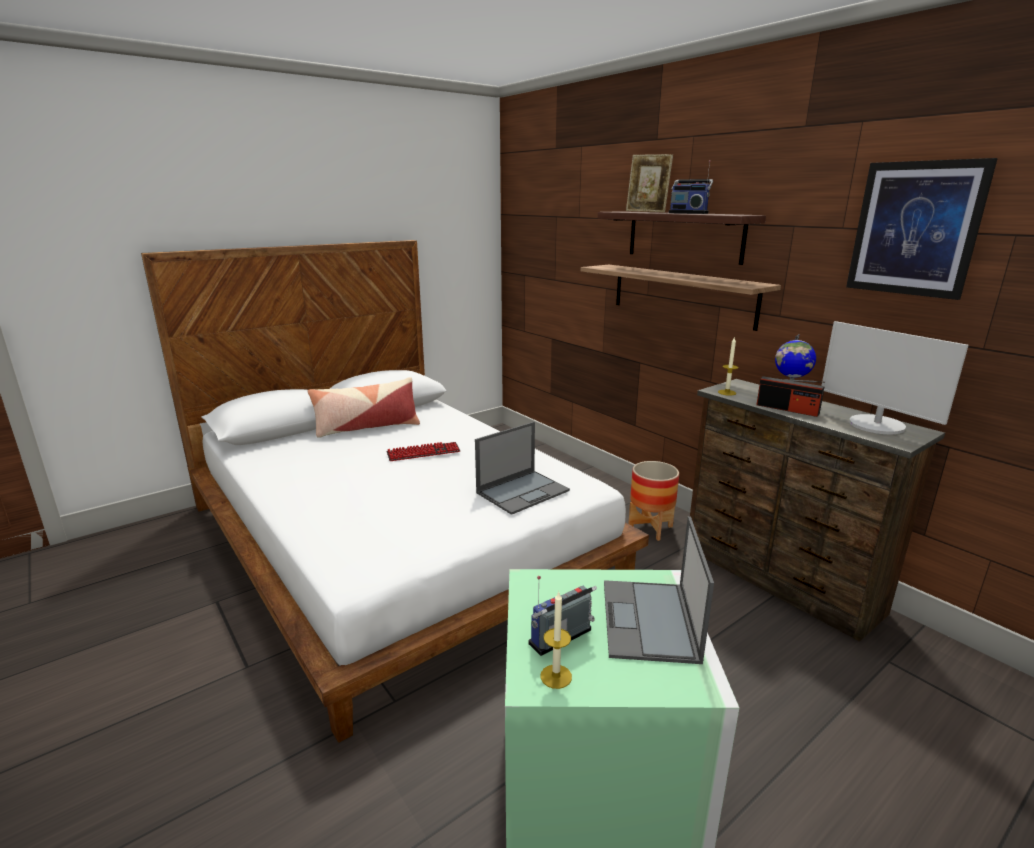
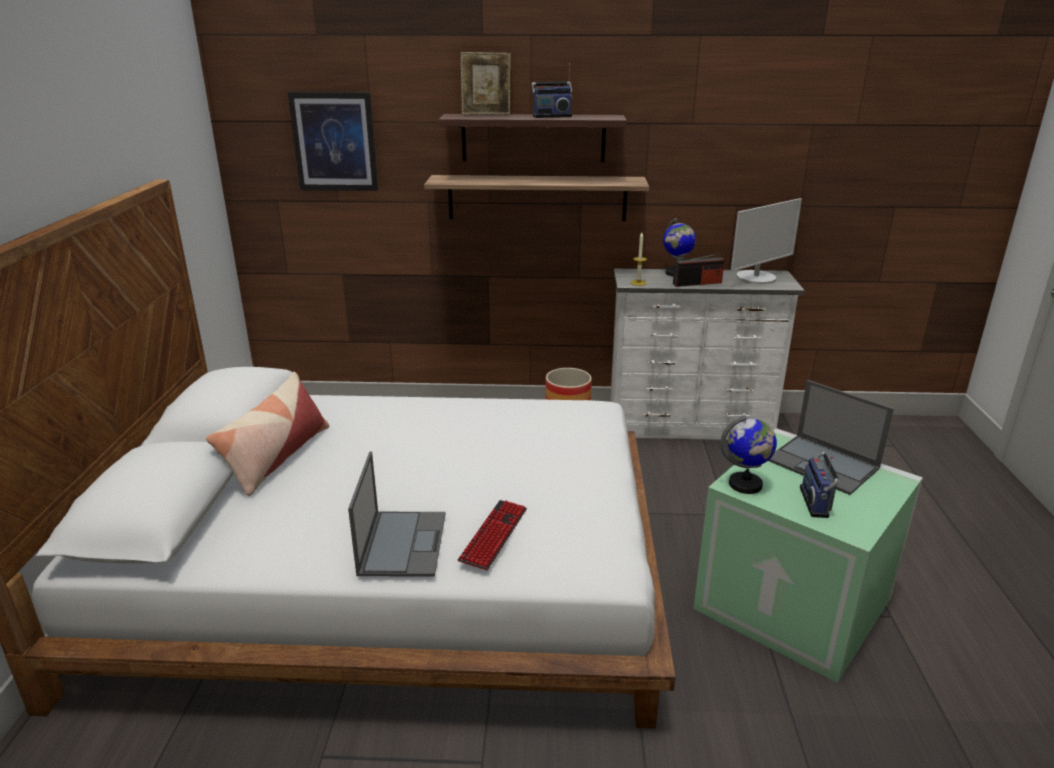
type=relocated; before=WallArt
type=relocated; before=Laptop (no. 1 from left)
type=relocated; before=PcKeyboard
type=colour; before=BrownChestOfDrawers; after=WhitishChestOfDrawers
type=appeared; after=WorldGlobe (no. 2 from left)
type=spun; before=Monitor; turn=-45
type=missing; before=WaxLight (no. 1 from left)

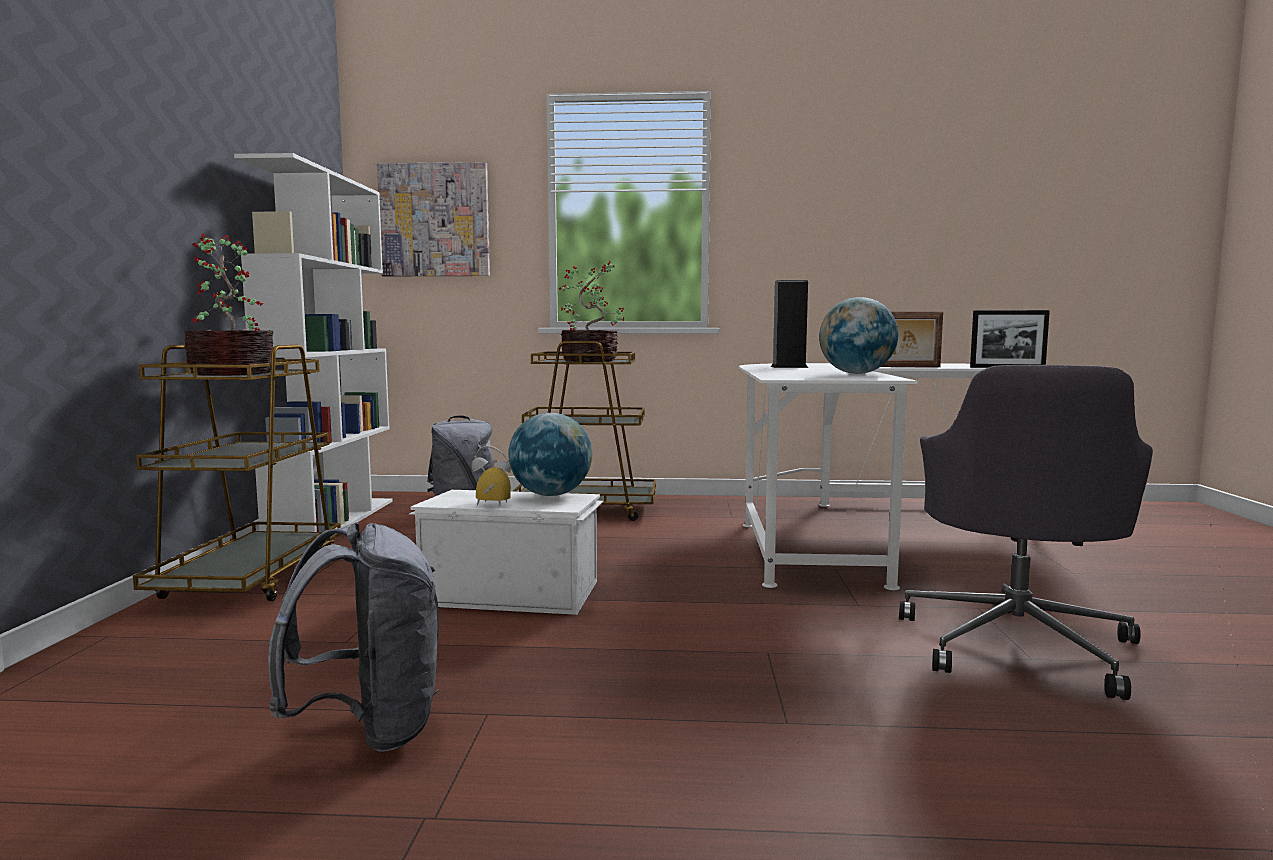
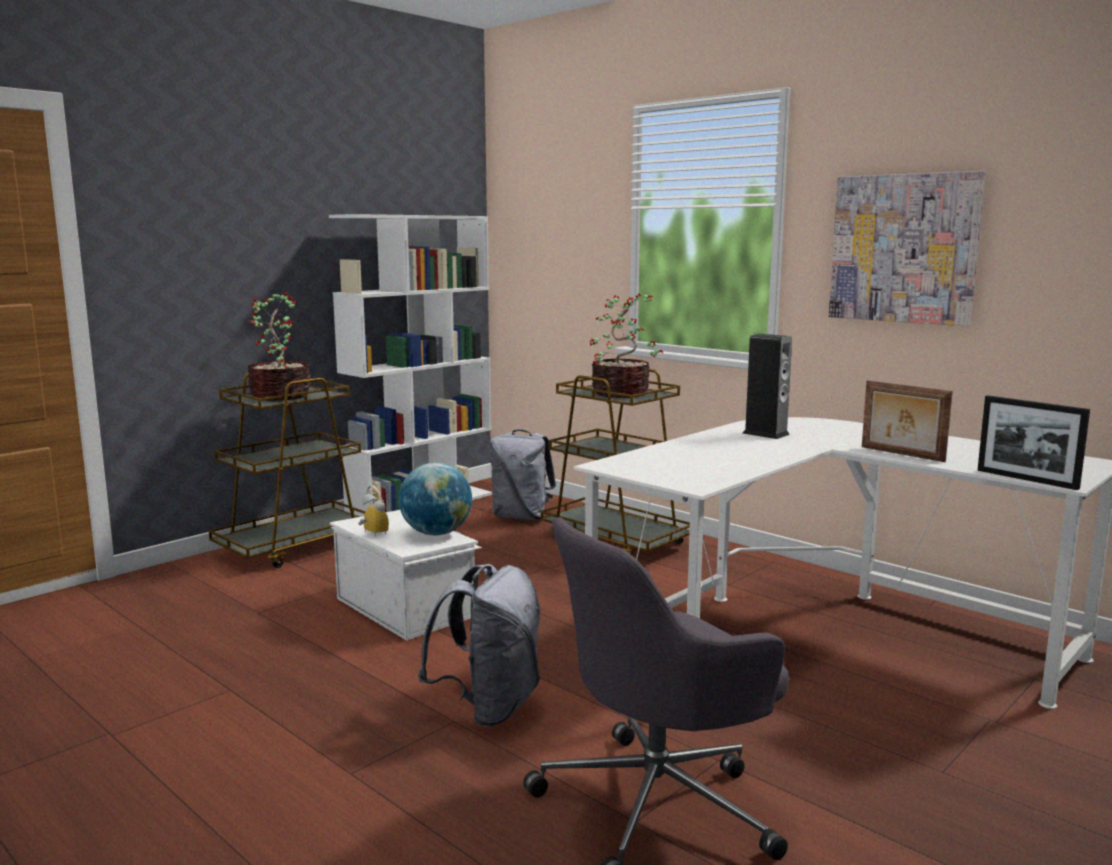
type=relocated; before=GreyKnapsack (no. 1 from left)
type=relocated; before=WallArt
type=missing; before=WorldGlobe (no. 2 from left)

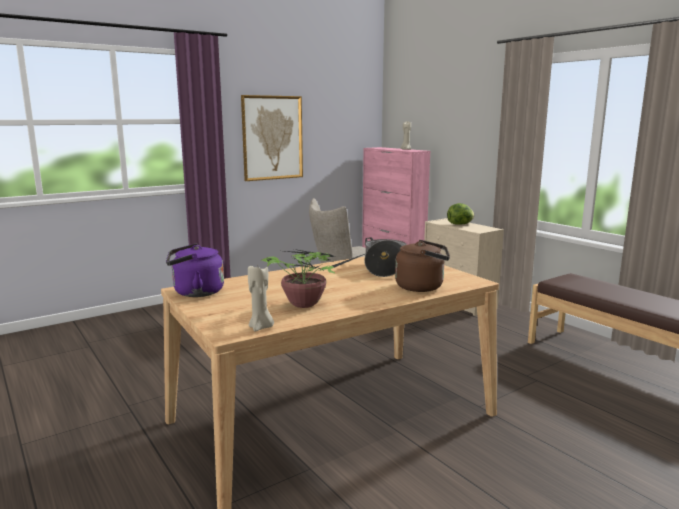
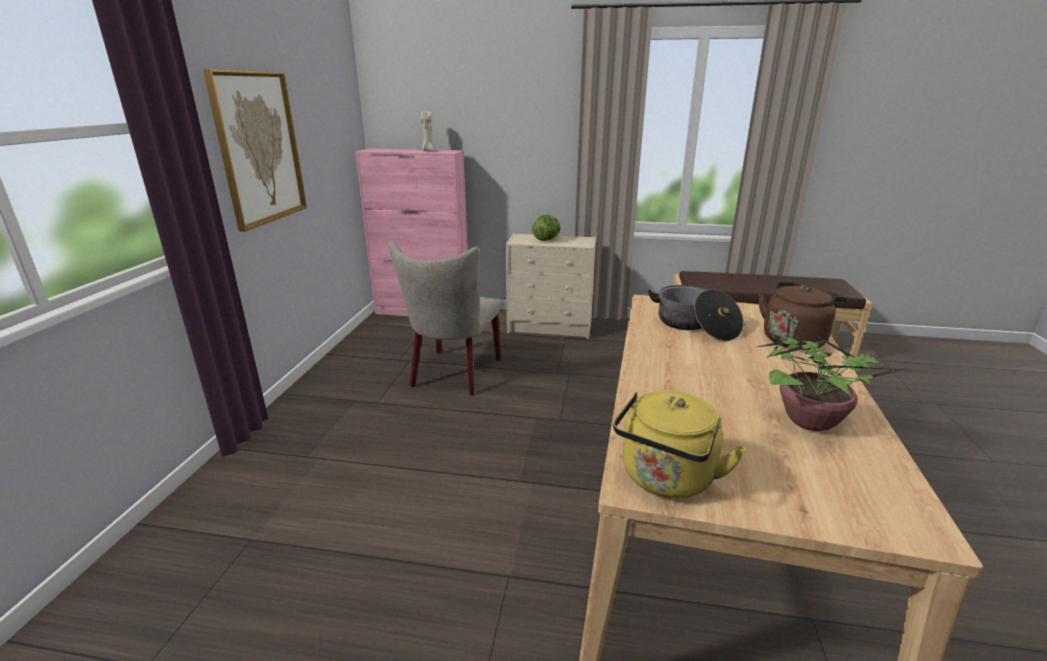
type=colour; before=PurpleKettle; after=YellowKettle
type=missing; before=BeigeColouredWaxLight (no. 1 from left)

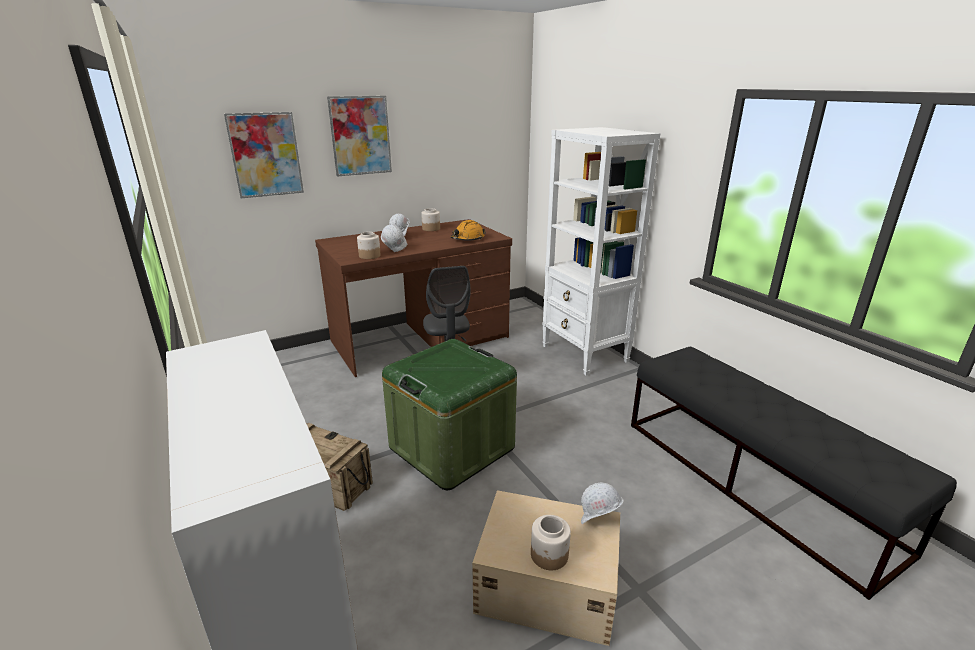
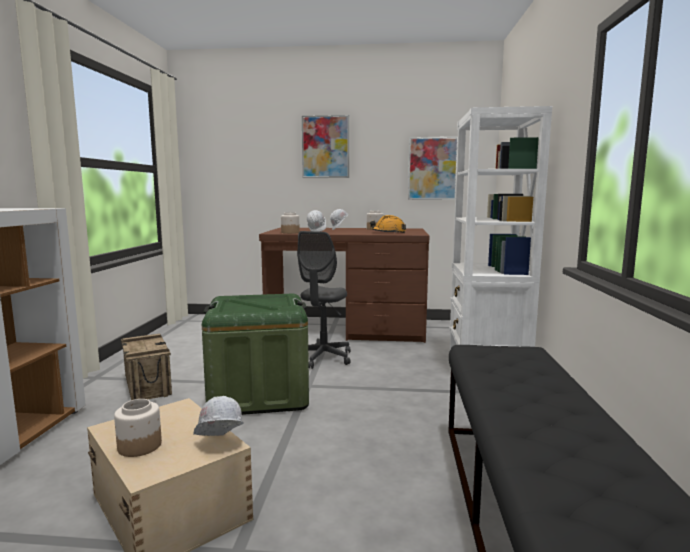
type=relocated; before=WallArt (no. 1 from left in the first image); after=WallArt (no. 2 from left)

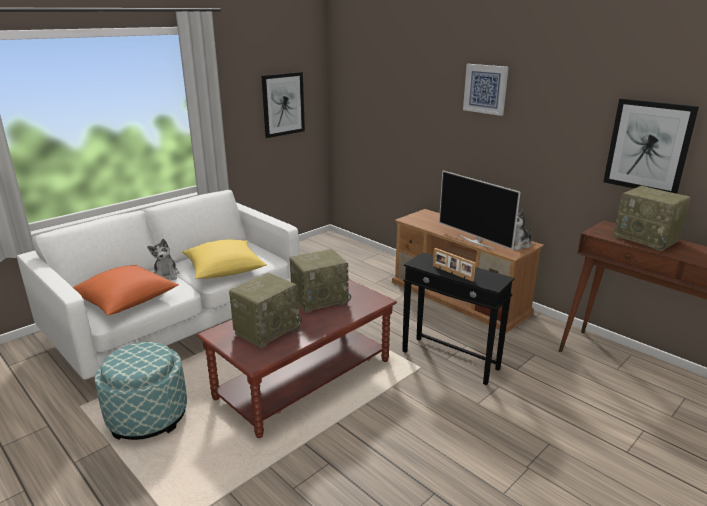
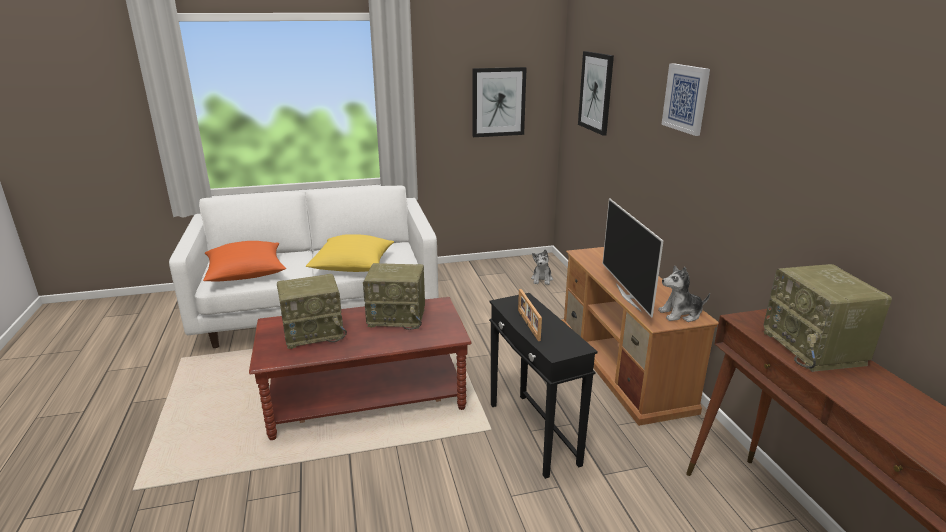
type=relocated; before=PlushToy (no. 1 from left)
type=relocated; before=WallArt (no. 3 from left in the first image); after=WallArt (no. 2 from left)
type=missing; before=Footrest

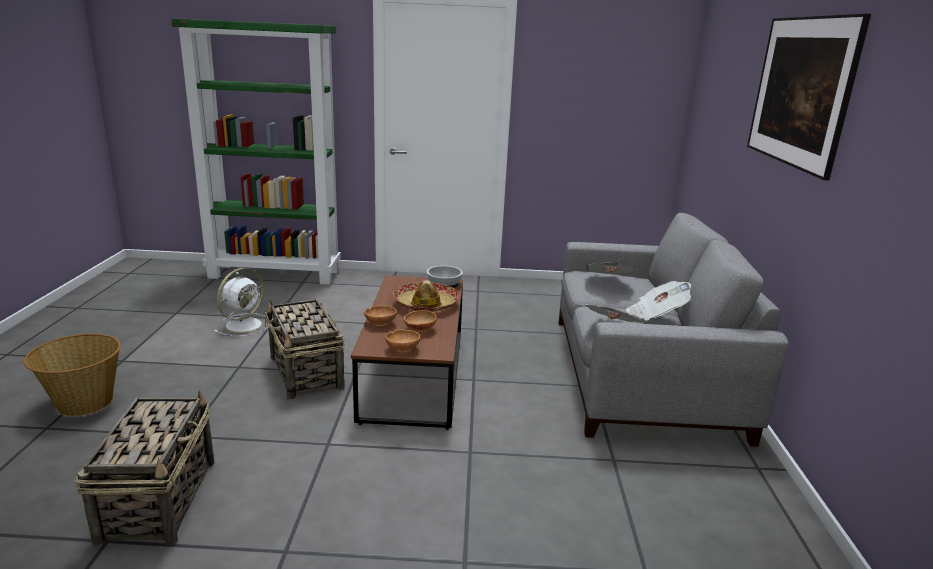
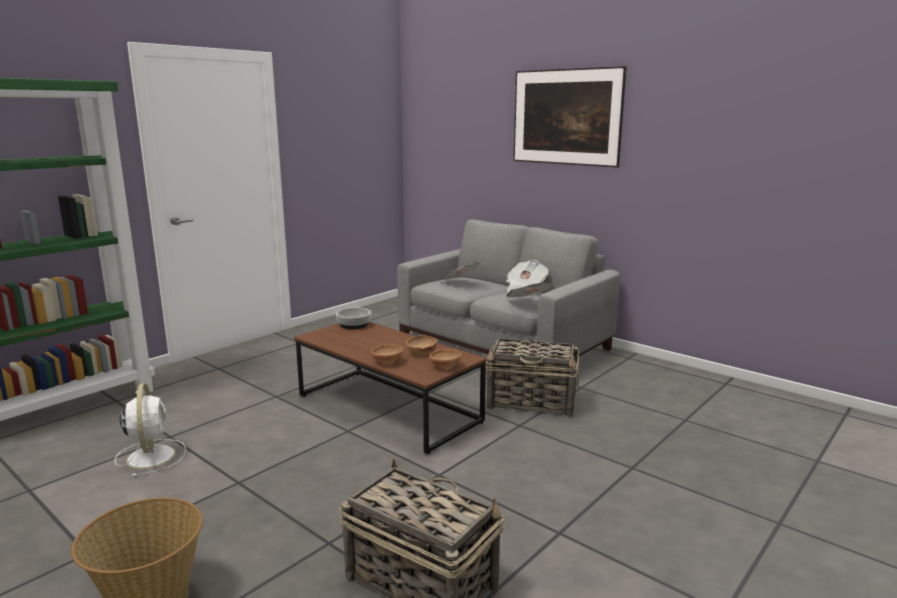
type=relocated; before=HouseholdBasket (no. 3 from left)
type=missing; before=ClothingHat

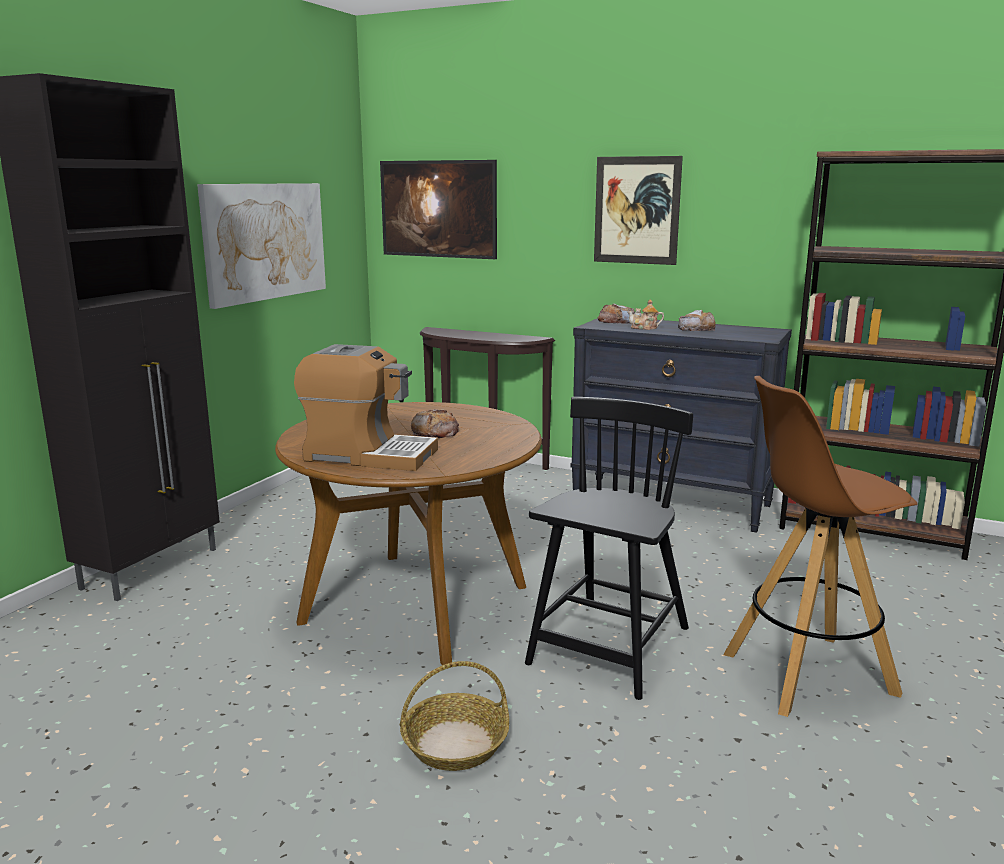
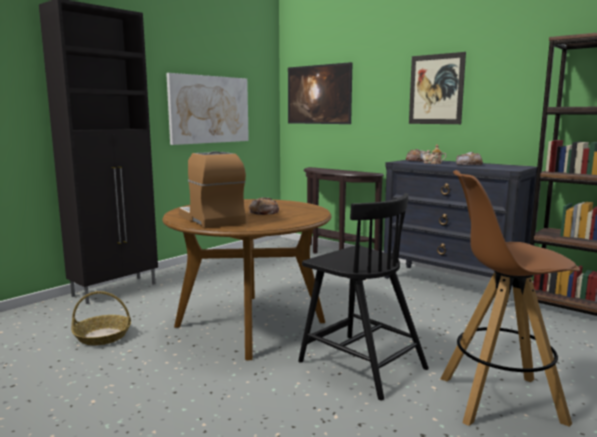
type=relocated; before=HouseholdBasket
type=spun; before=CoffeeMachine; turn=-150
type=spun; before=BlackishPlainChair; turn=90

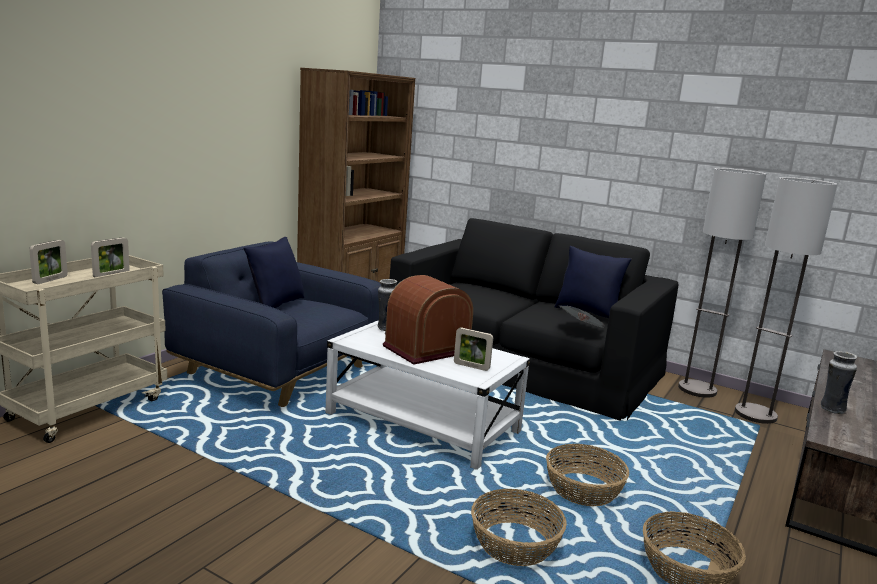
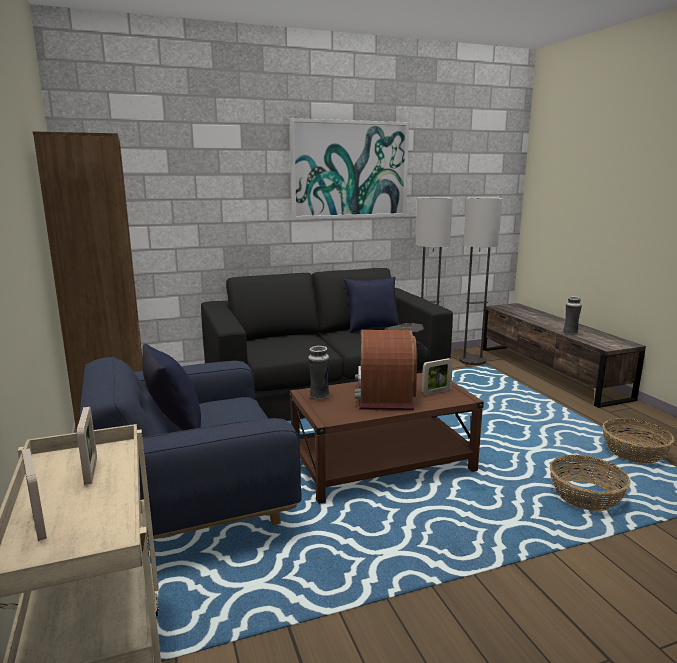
type=colour; before=WhitishCoffeeTable; after=BrownCoffeeTable
type=appeared; after=WallArt
type=missing; before=HouseholdBasket (no. 2 from left)

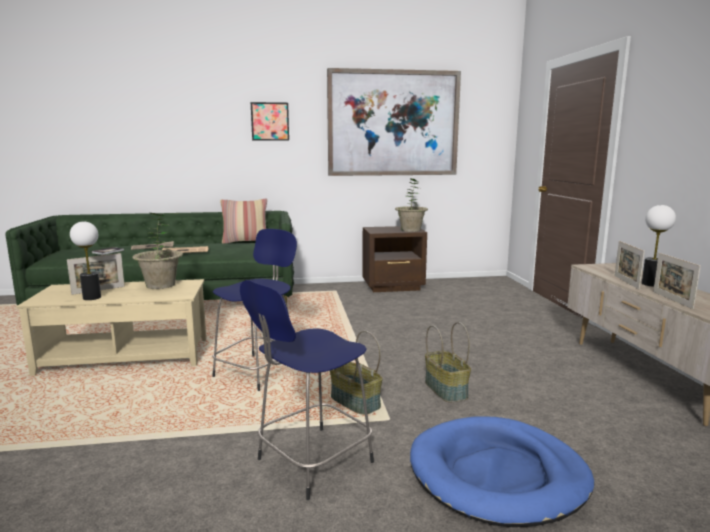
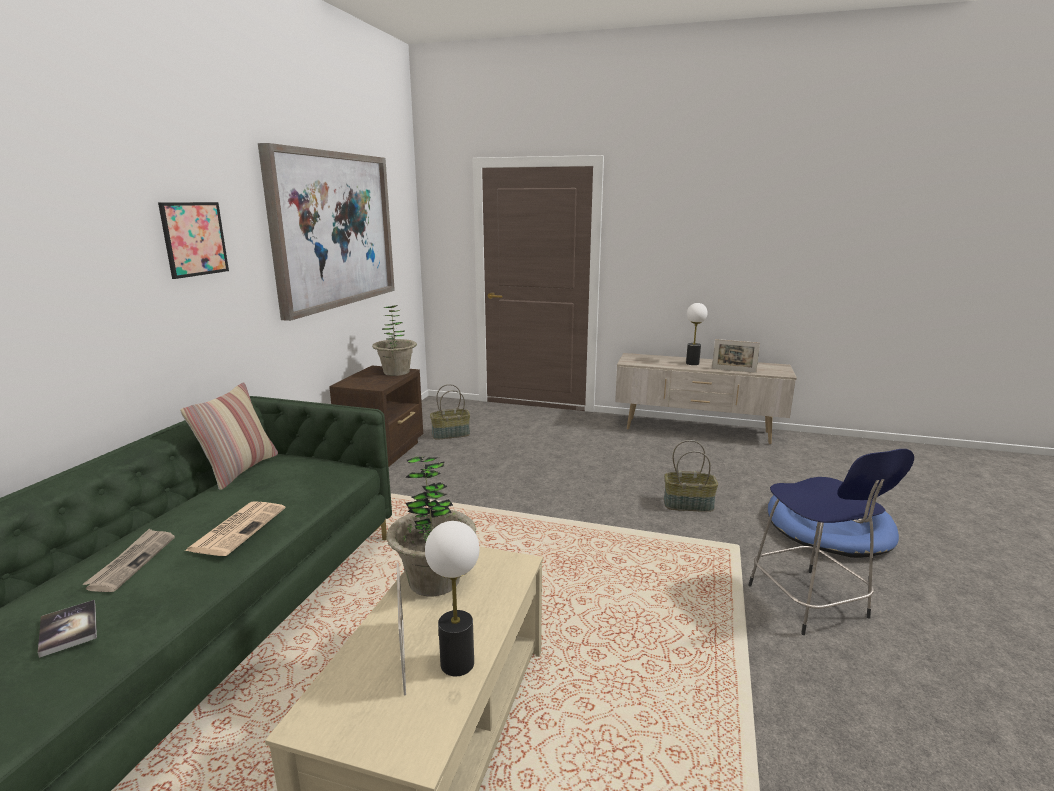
type=relocated; before=HouseholdBasket (no. 1 from left)
type=missing; before=BlueStoolSeat (no. 1 from left)
type=missing; before=PhotoFrame (no. 2 from left)

